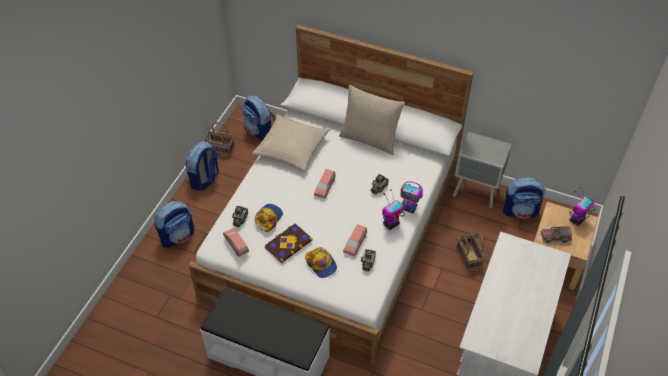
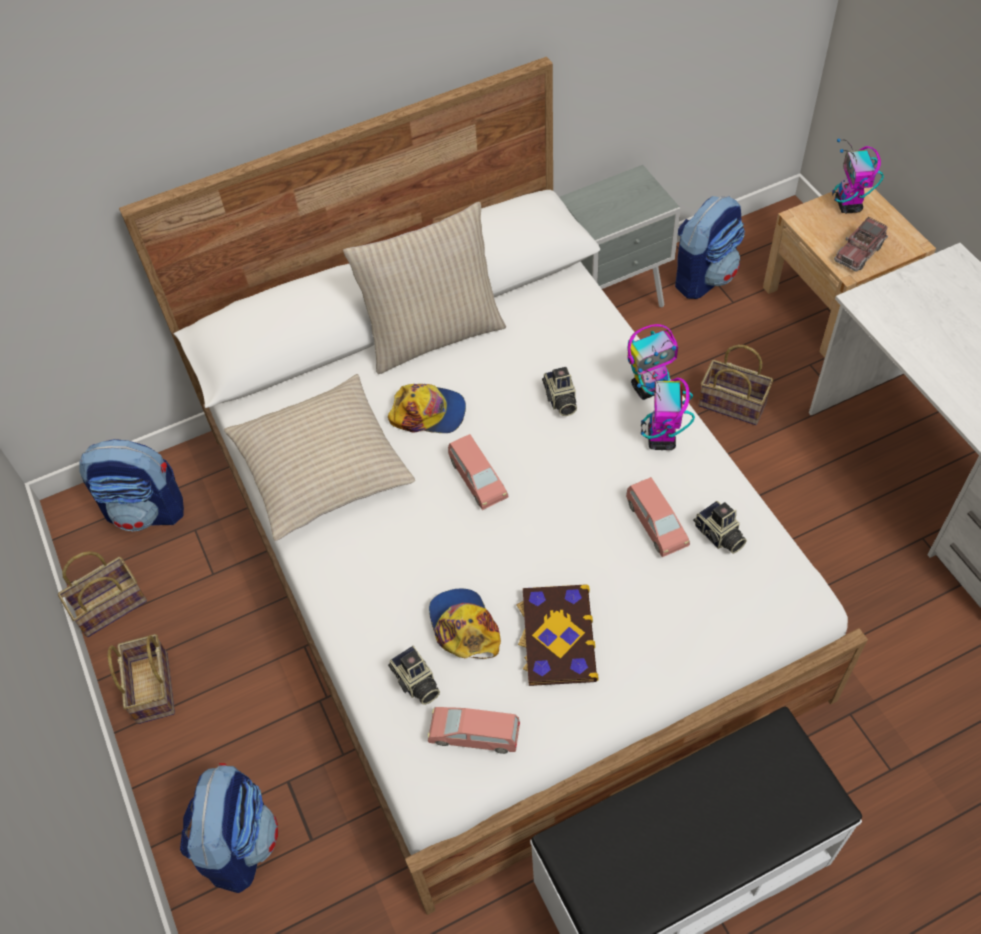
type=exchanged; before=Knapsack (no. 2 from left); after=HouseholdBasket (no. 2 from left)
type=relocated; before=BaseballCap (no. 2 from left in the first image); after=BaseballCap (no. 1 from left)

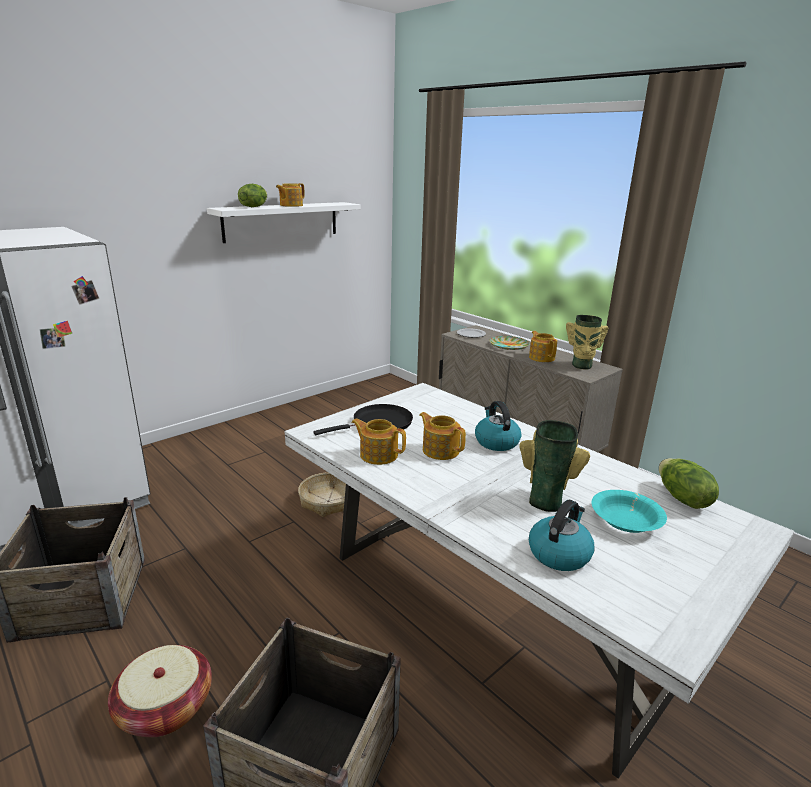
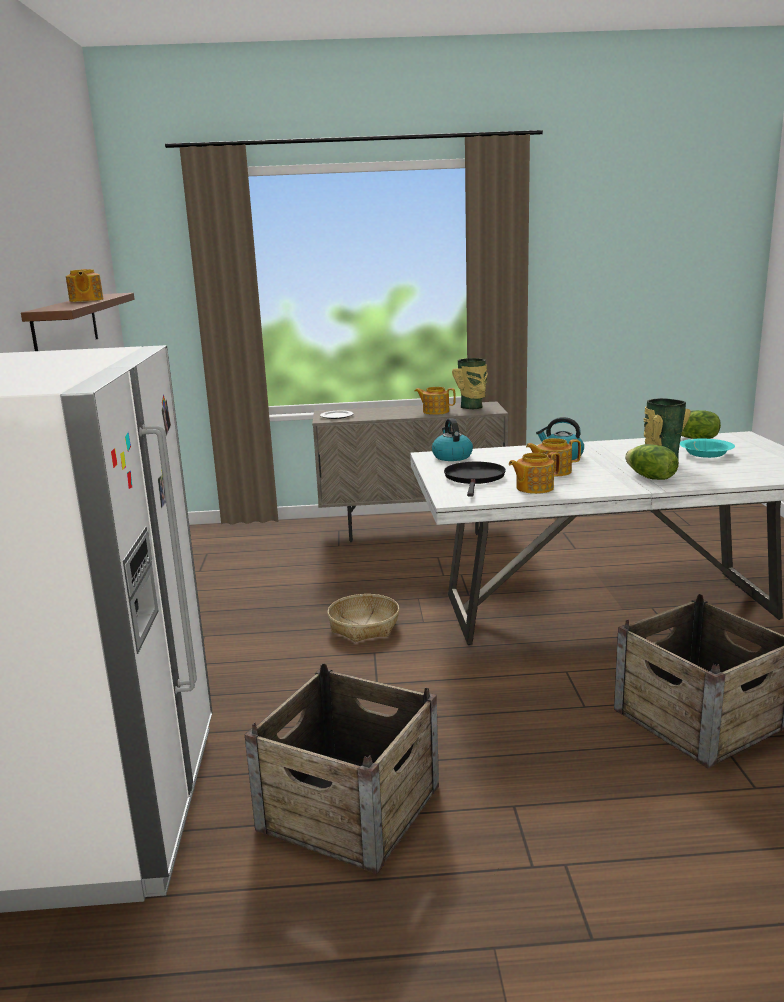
type=colour; before=WhitishShelf; after=BrownShelf
type=relocated; before=Kettle (no. 2 from left in the first image); after=Kettle (no. 1 from left)
type=relocated; before=Lettuce (no. 1 from left)
type=missing; before=HouseholdBasket (no. 1 from left)
type=missing; before=DinnerPlate (no. 2 from left)

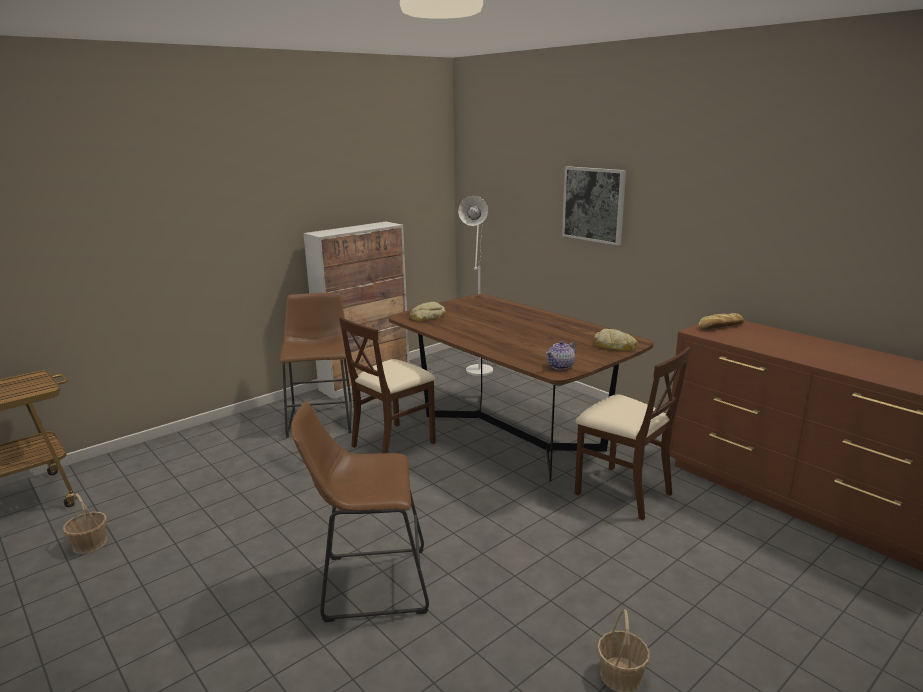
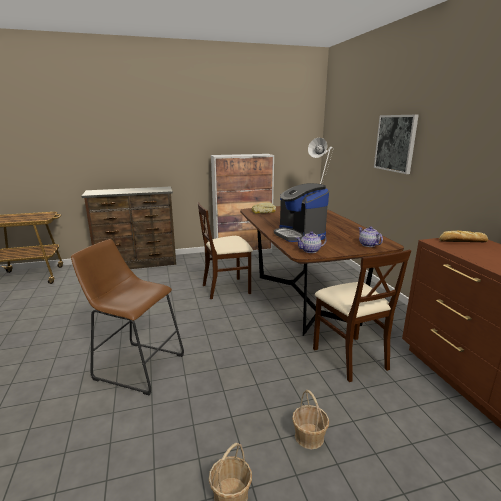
type=appeared; after=BrownChestOfDrawers (no. 1 from left)
type=appeared; after=CoffeeMachine
type=relocated; before=HouseholdBasket (no. 1 from left in the first image); after=HouseholdBasket (no. 2 from left)
type=exchanged; before=BakedBread (no. 2 from left); after=PotForTea (no. 2 from left)
type=missing; before=BrownStoolSeat (no. 1 from left)

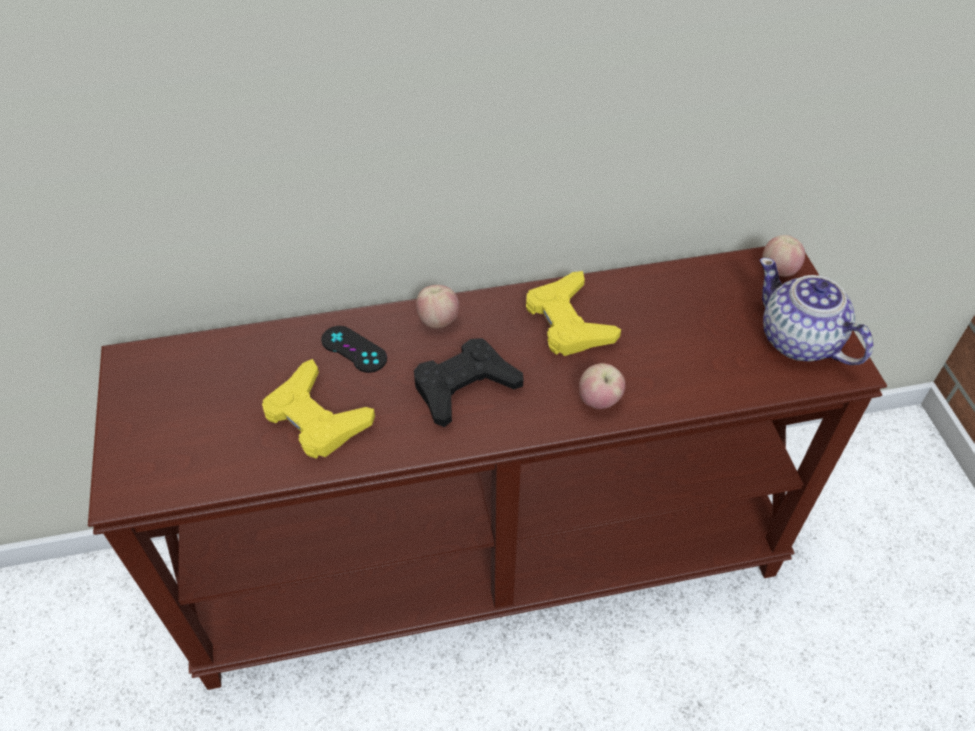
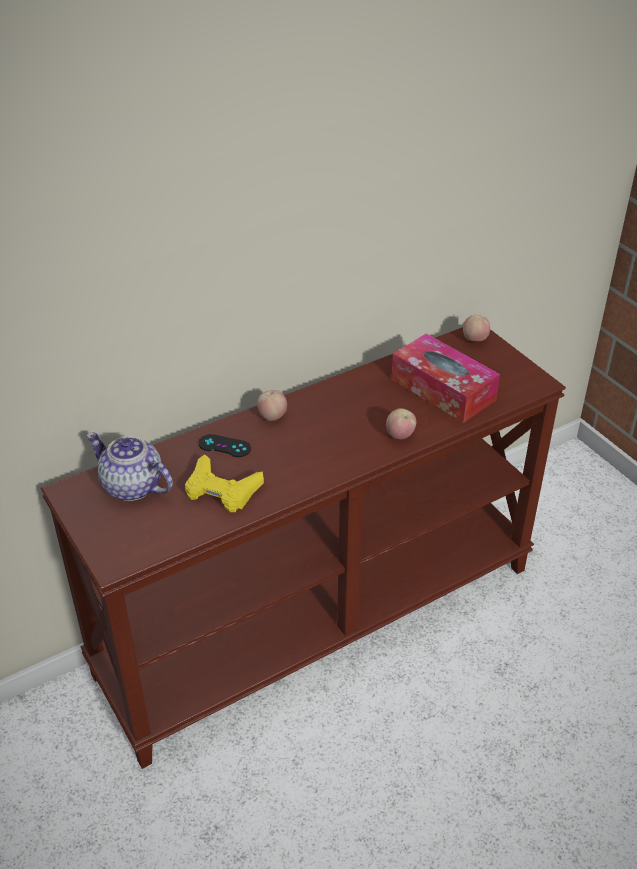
type=relocated; before=PotForTea
type=appeared; after=TissueBox
type=missing; before=BlackishGamepad (no. 2 from left)
type=missing; before=YellowGamepad (no. 2 from left)

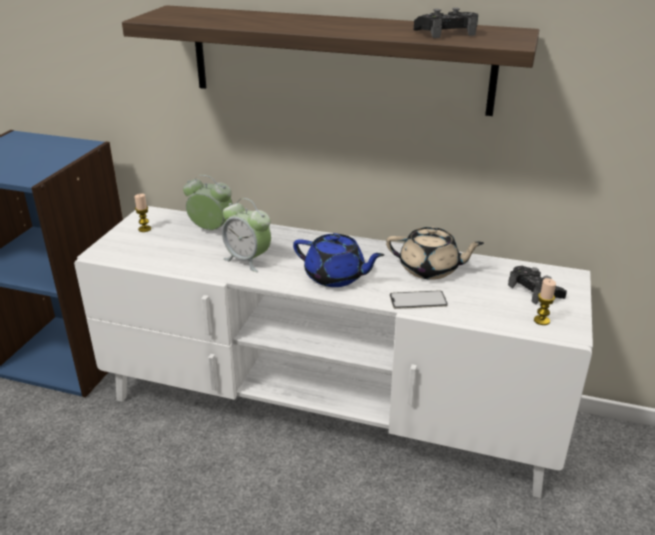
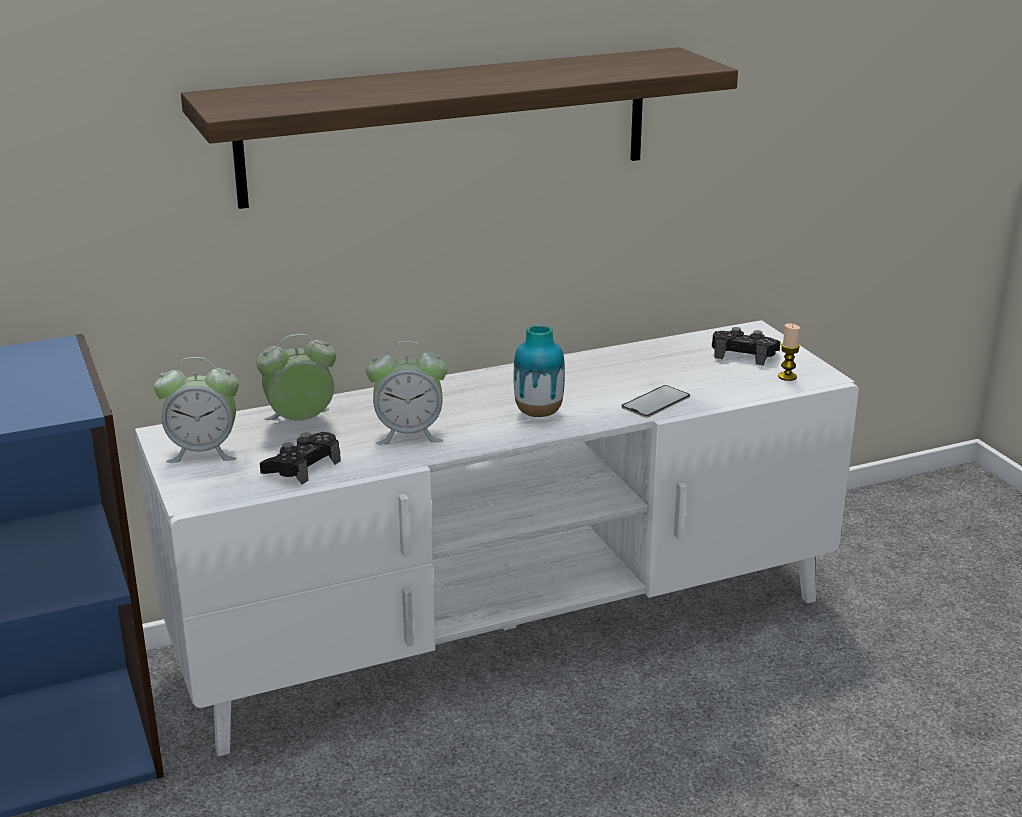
type=exchanged; before=WaxLight (no. 1 from left); after=BedsideClock (no. 1 from left)
type=relocated; before=BlackishGamepad (no. 1 from left)
type=exchanged; before=BluePotForTea; after=Vase
type=missing; before=BeigeColouredPotForTea

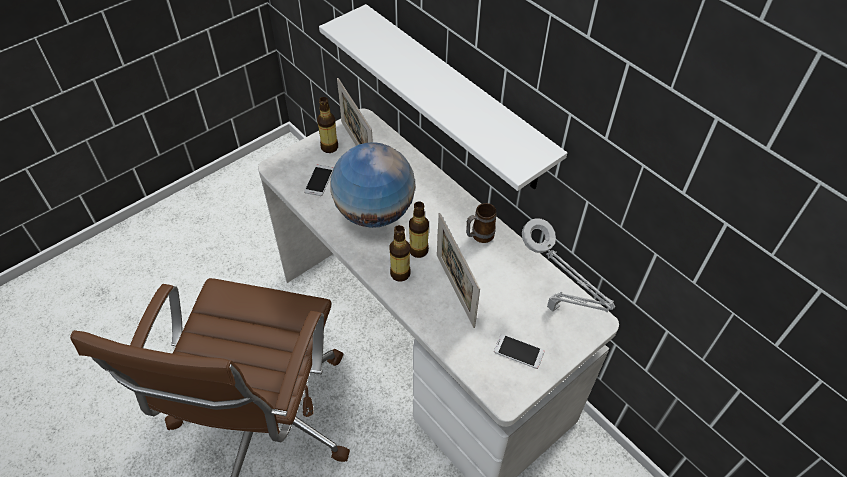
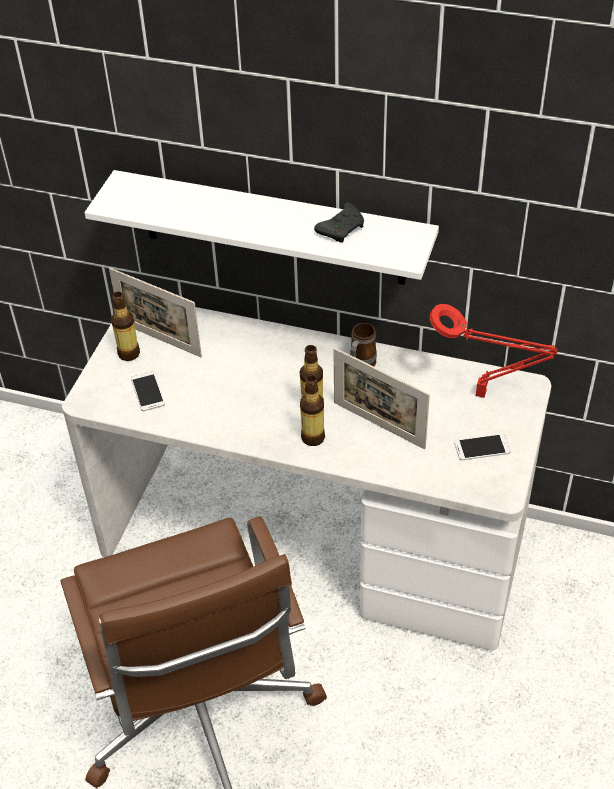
type=appeared; after=BlackishGamepad
type=colour; before=GreyTabletopLamp; after=ReddishTabletopLamp
type=missing; before=WorldGlobe

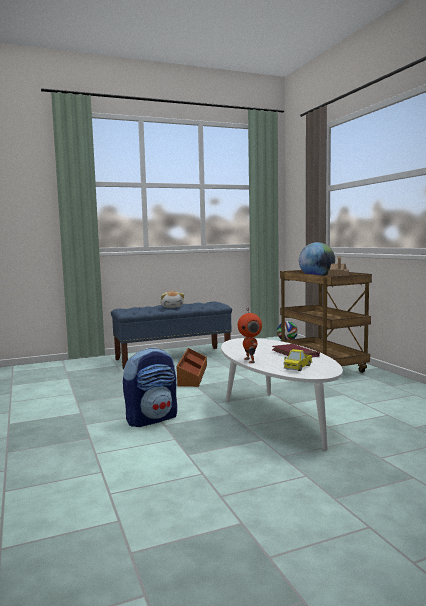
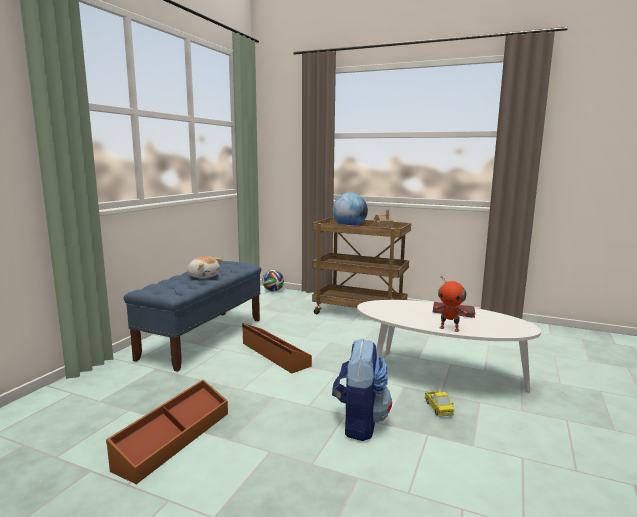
type=appeared; after=BrownStorageBox (no. 1 from left)
type=relocated; before=ToyLorry

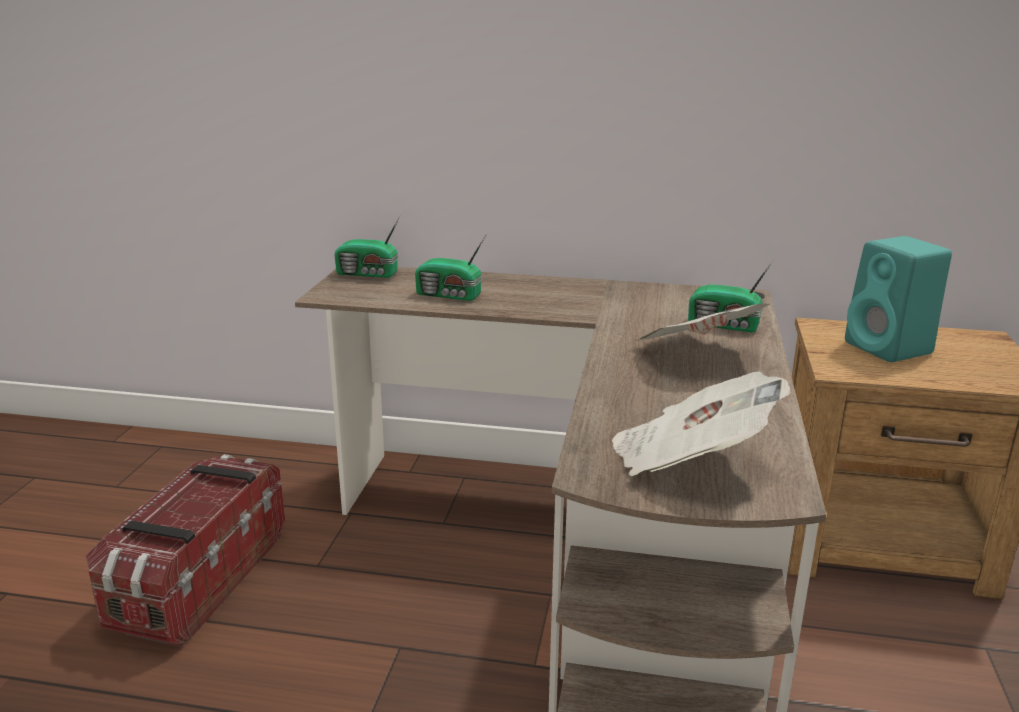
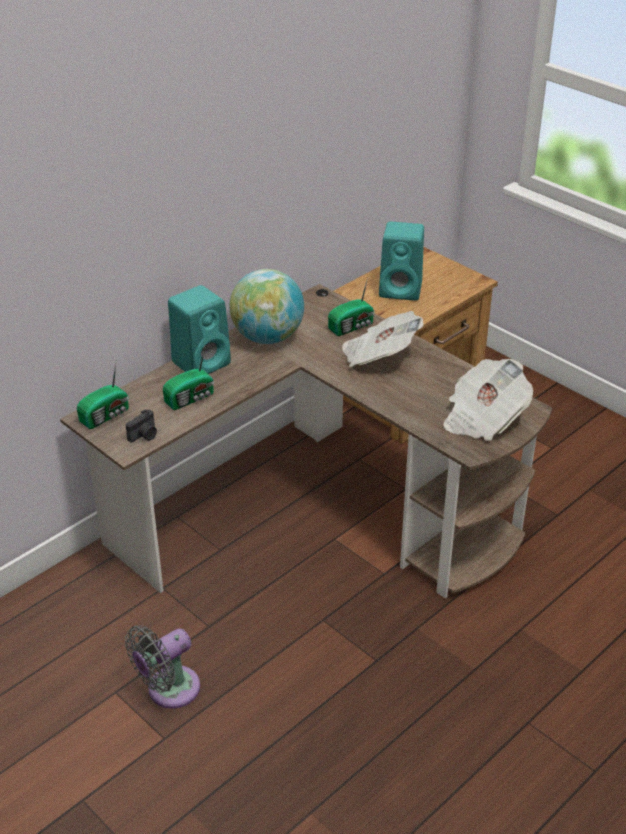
type=exchanged; before=StorageBox; after=GreyFan
type=appeared; after=StillCamera
type=appeared; after=TurquoiseSpeaker (no. 1 from left)
type=appeared; after=WorldGlobe

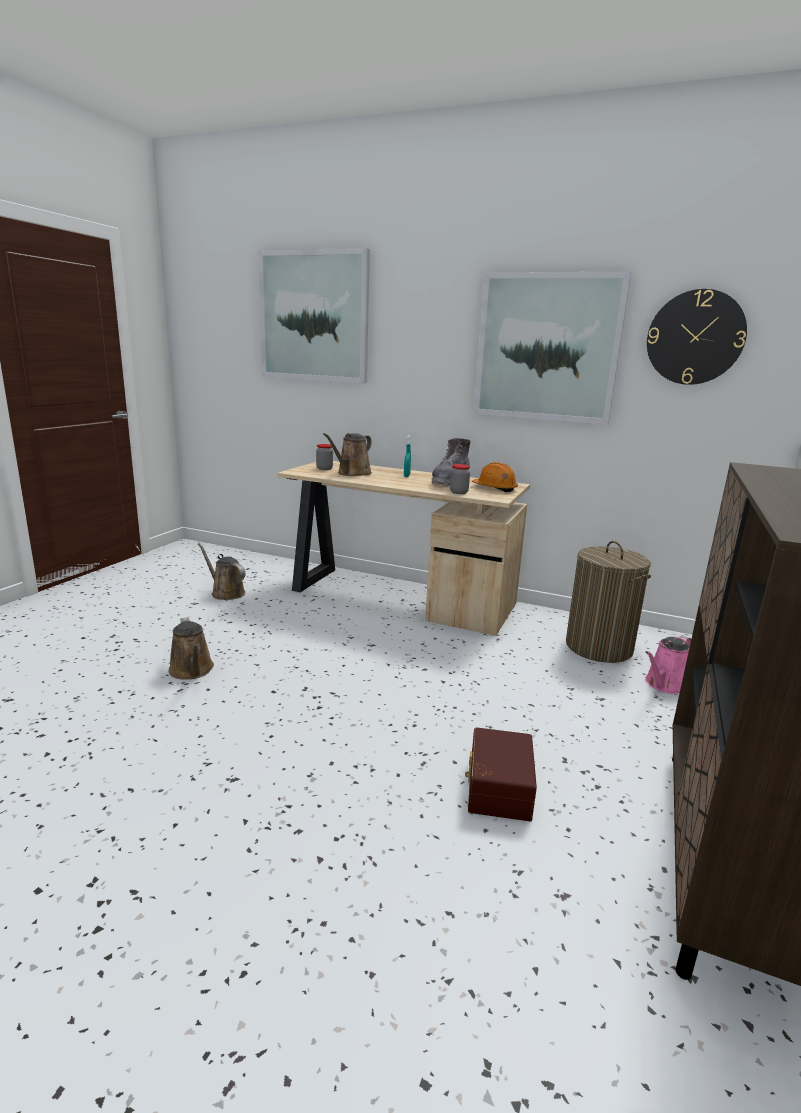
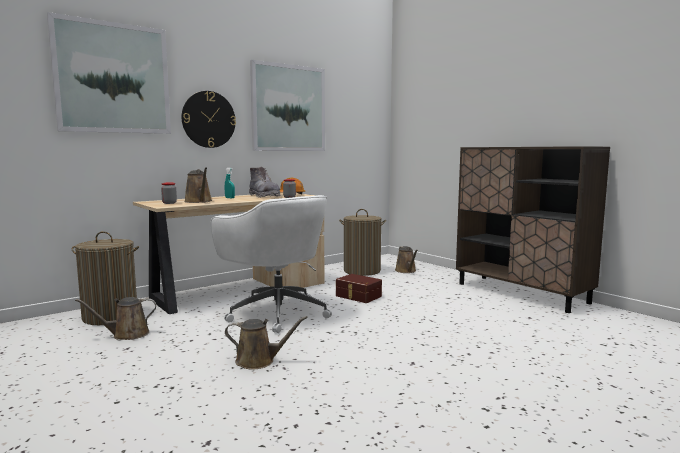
type=appeared; after=Hamper (no. 1 from left)
type=relocated; before=WallClock
type=appeared; after=WhitishOfficeChair
type=relocated; before=BrownStorageBox
type=colour; before=PinkColouredSprinklingCan; after=BrownSprinklingCan (no. 4 from left)

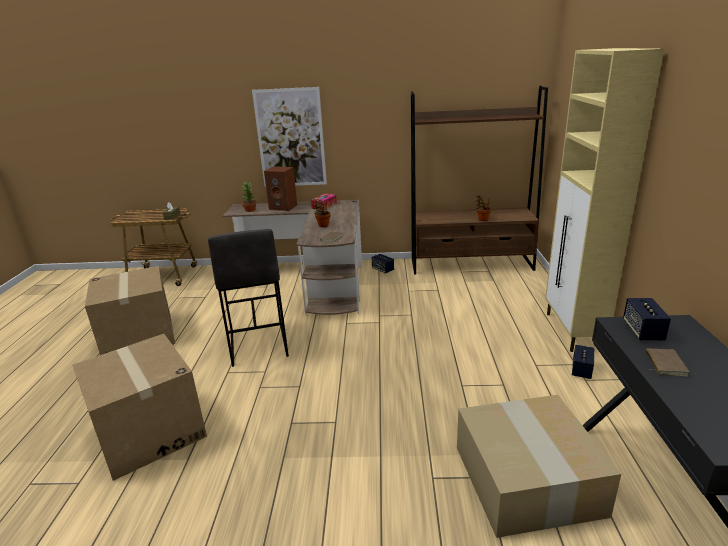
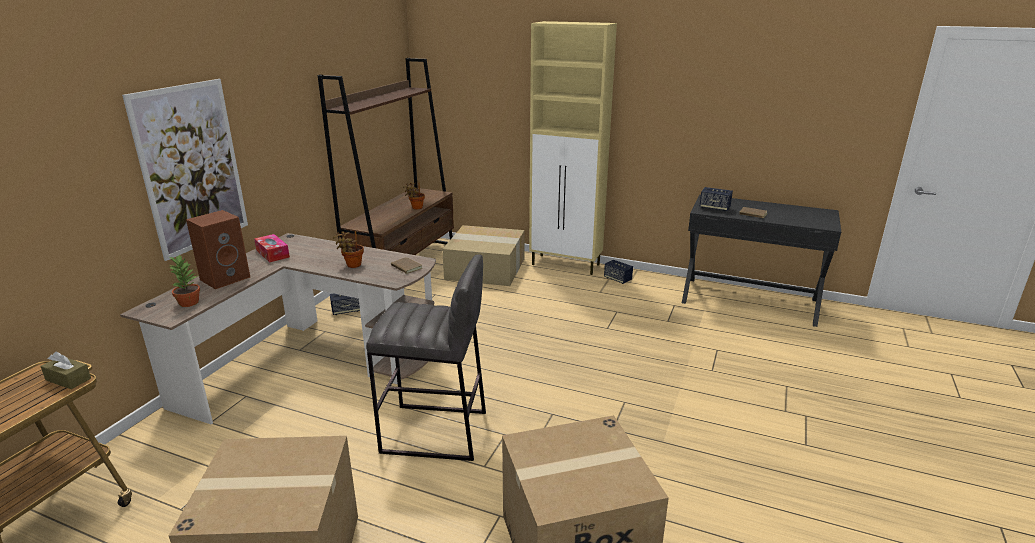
type=relocated; before=PackingBox (no. 3 from left in the first image); after=PackingBox (no. 2 from left)

